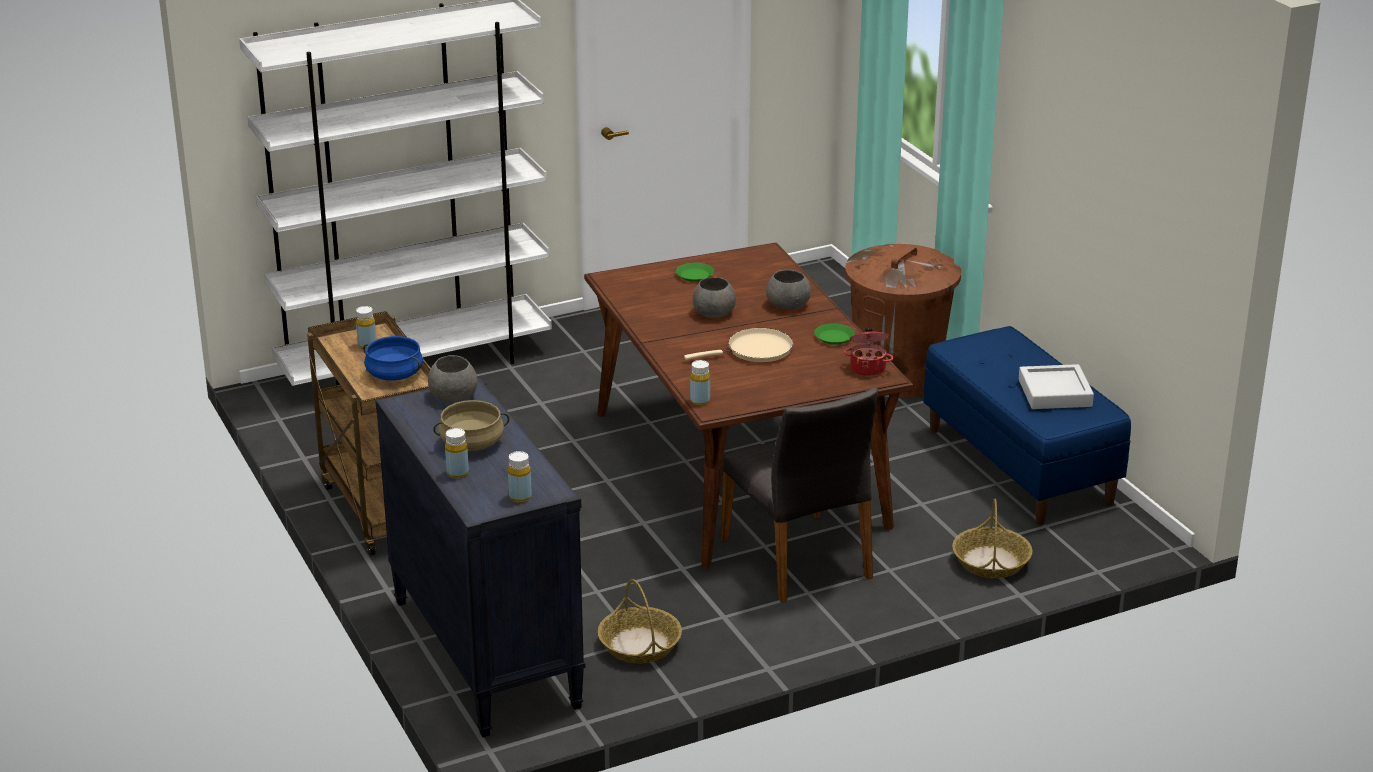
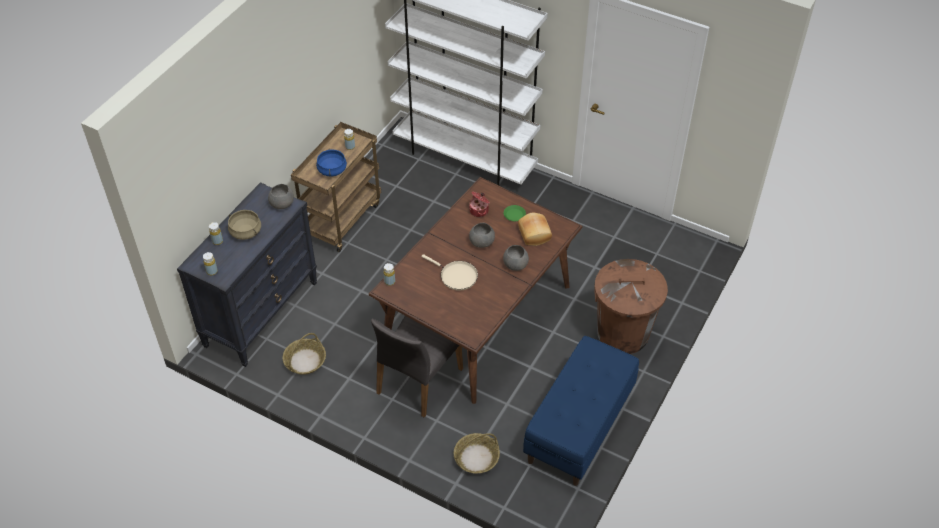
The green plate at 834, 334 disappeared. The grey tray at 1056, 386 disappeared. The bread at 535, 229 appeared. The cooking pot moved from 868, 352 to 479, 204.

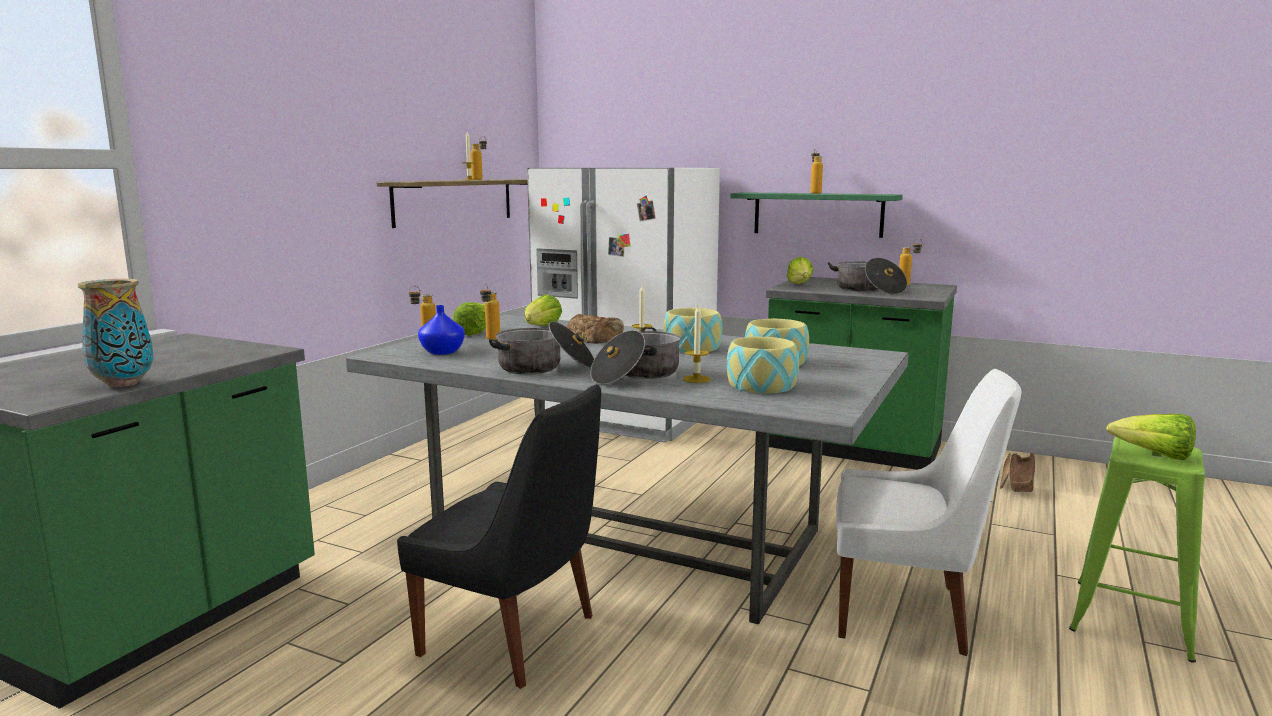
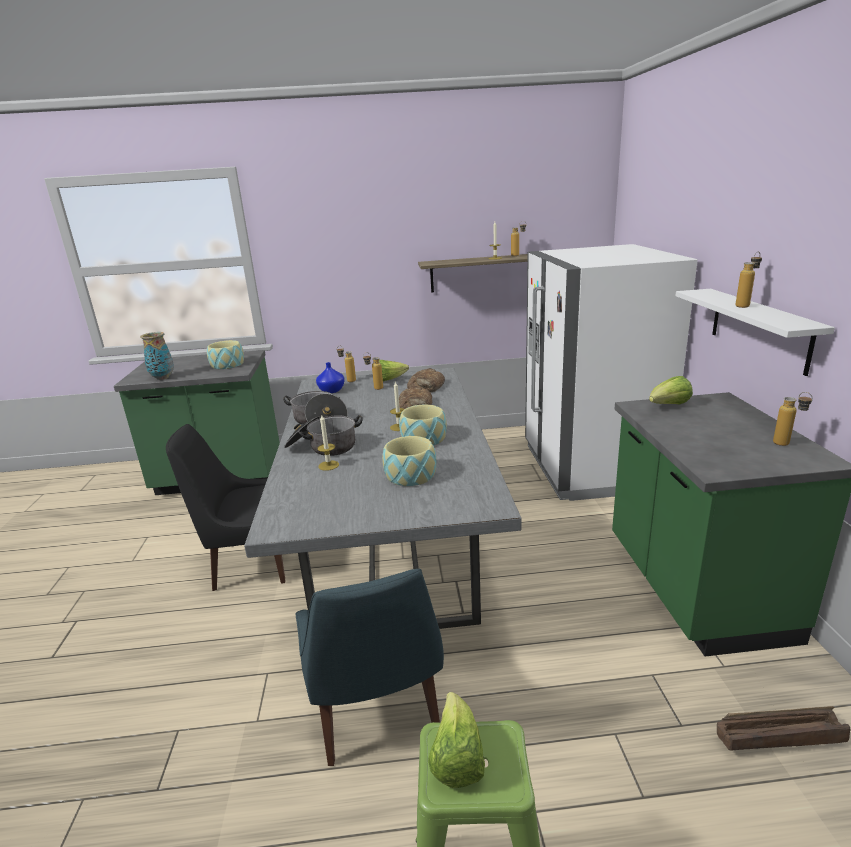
The cooking pot at 867, 276 disappeared. The bowl moved from 763, 365 to 225, 354. The lettuce at 543, 310 was replaced by the bread at 426, 380. The green shelf at 816, 215 became the white shelf at 755, 332. The white chair at 929, 512 became the blue chair at 370, 667. The black chair at 499, 536 turned 90 degrees clockwise.

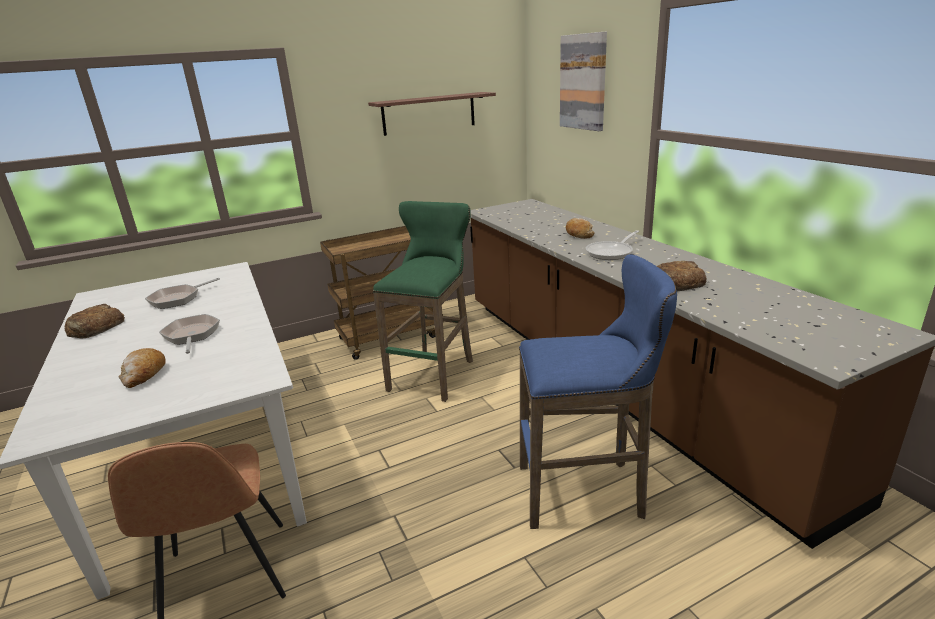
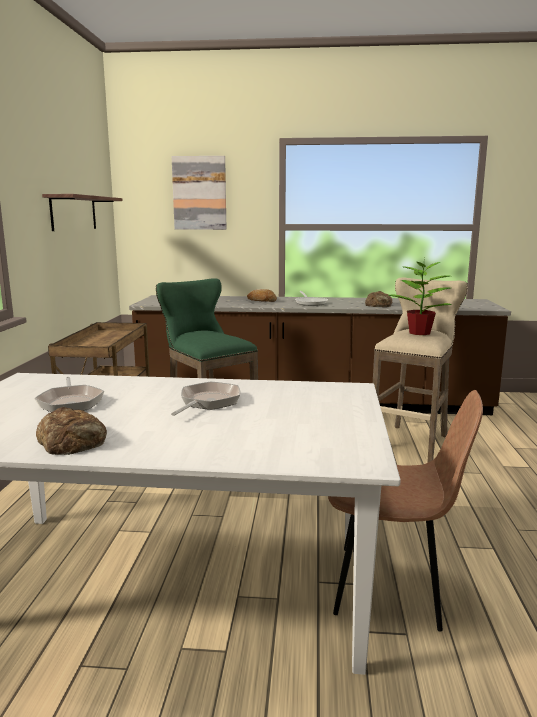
The bread at 142, 368 disappeared. The potted plant at 420, 296 appeared. The blue stool at 598, 391 became the beige stool at 420, 370. The frying pan at 189, 334 turned 105 degrees clockwise.

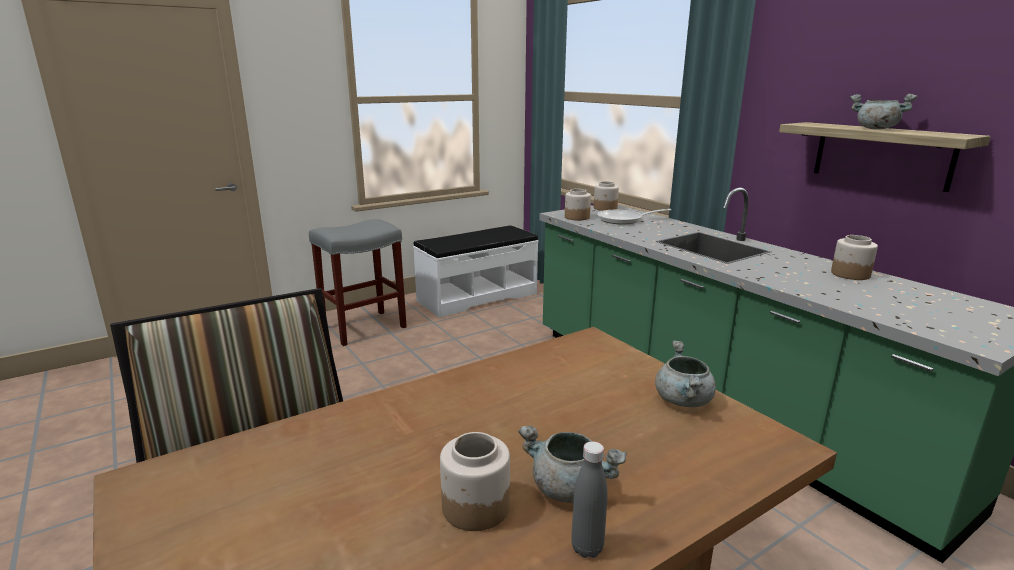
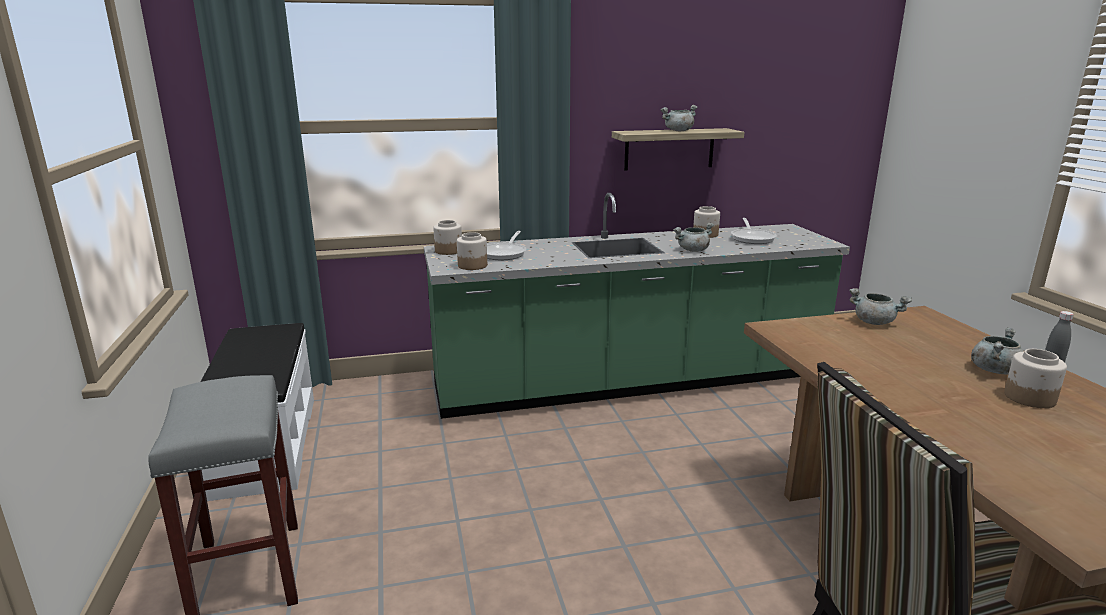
The grey cooking pot at 693, 237 appeared. The frying pan at 754, 231 appeared.

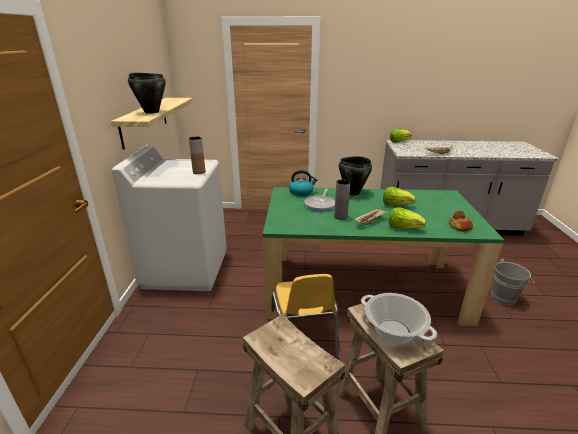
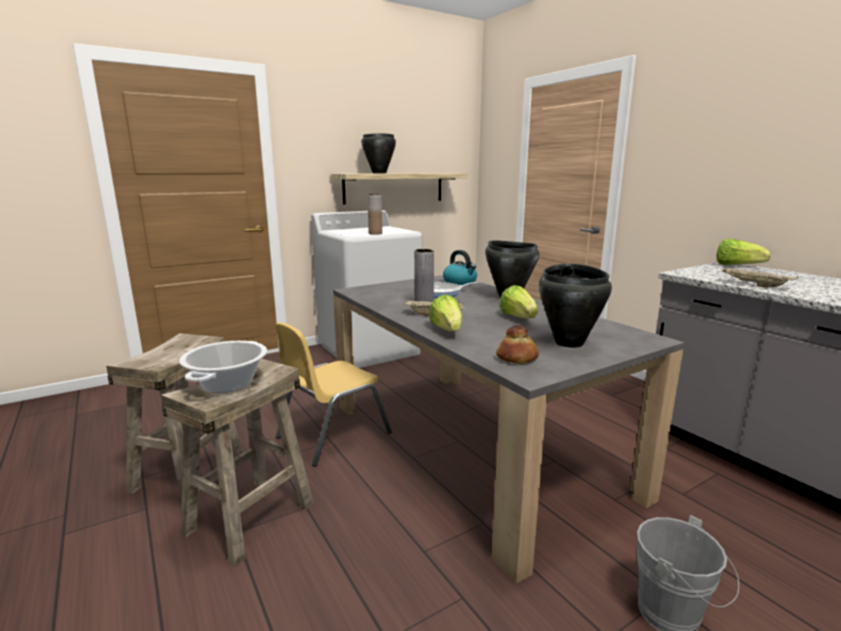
The black cooking pot at 575, 305 appeared. The green dining table at 383, 256 became the grey dining table at 508, 429.

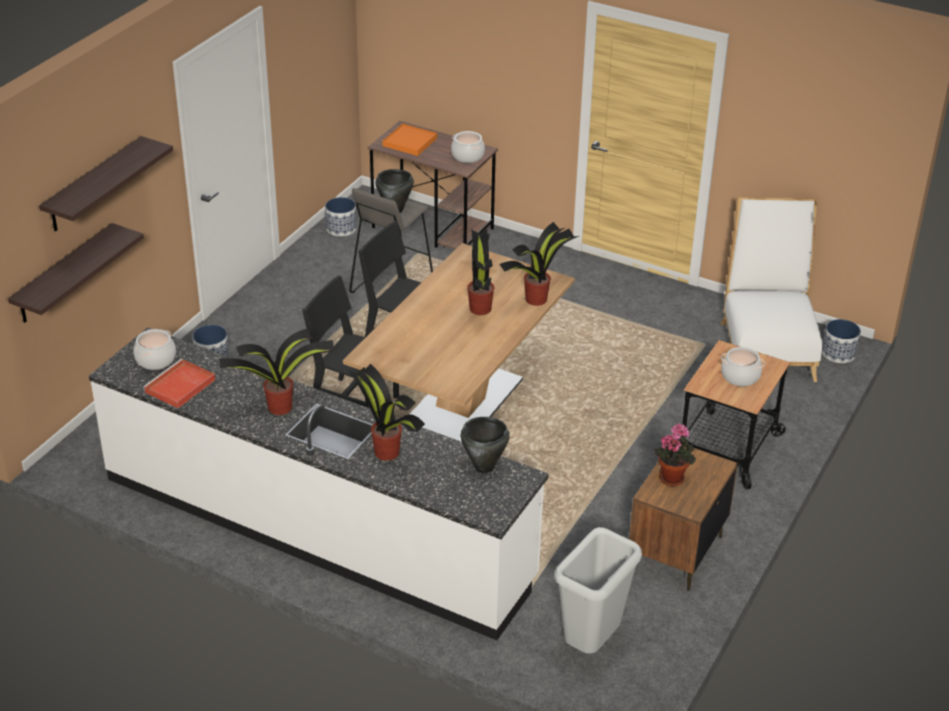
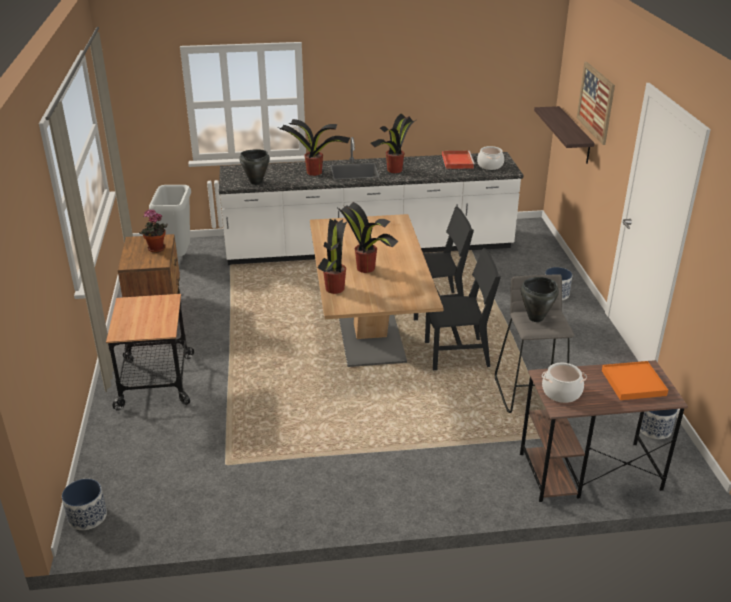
The white chair at 771, 289 disappeared. The cooking pot at 743, 366 disappeared. The shelf at 106, 184 was replaced by the picture at 596, 103.

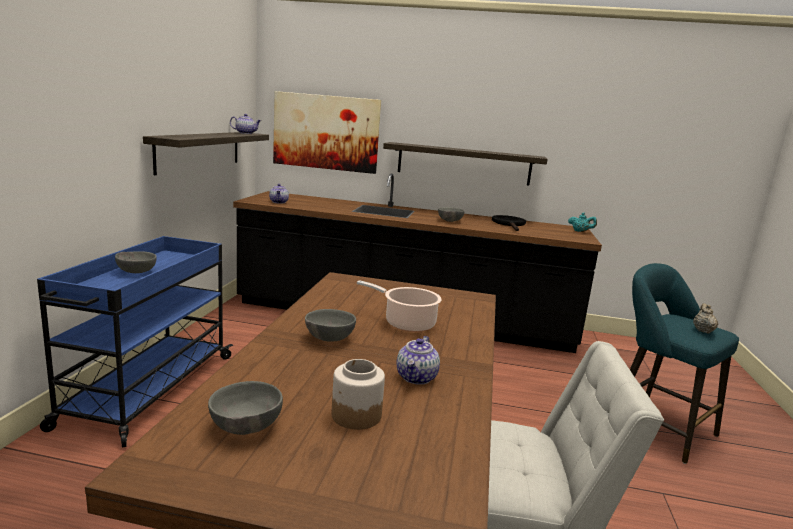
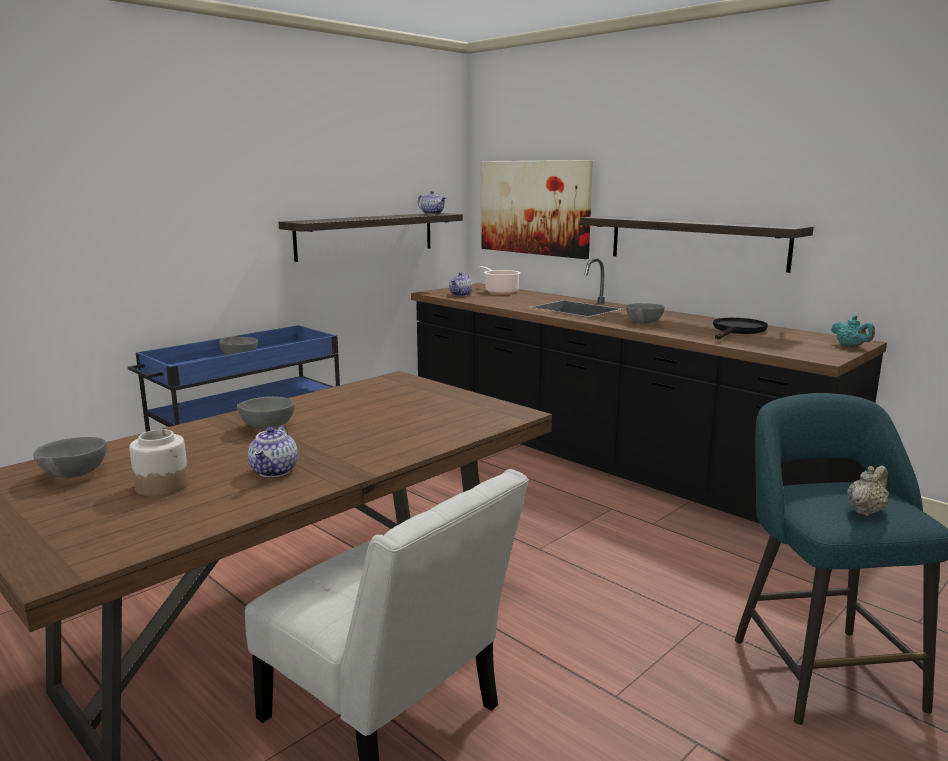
The cooking pot moved from 399, 306 to 500, 280. The teapot at 418, 360 turned 45 degrees counterclockwise.

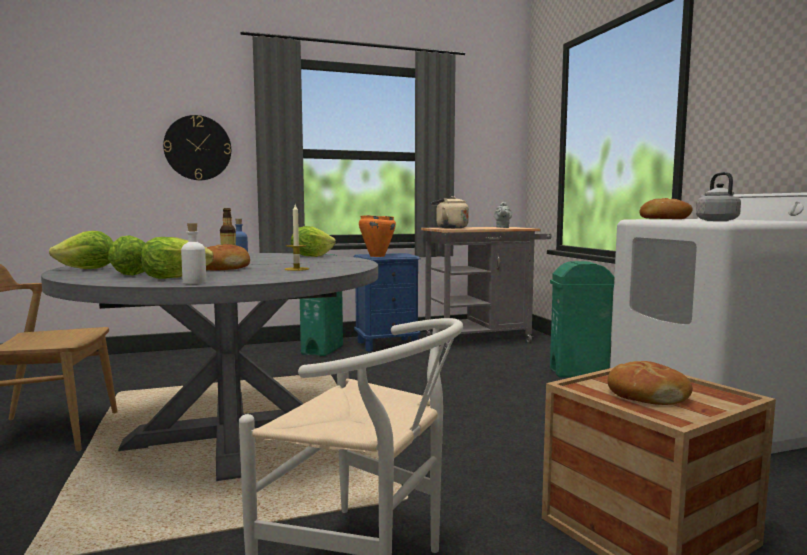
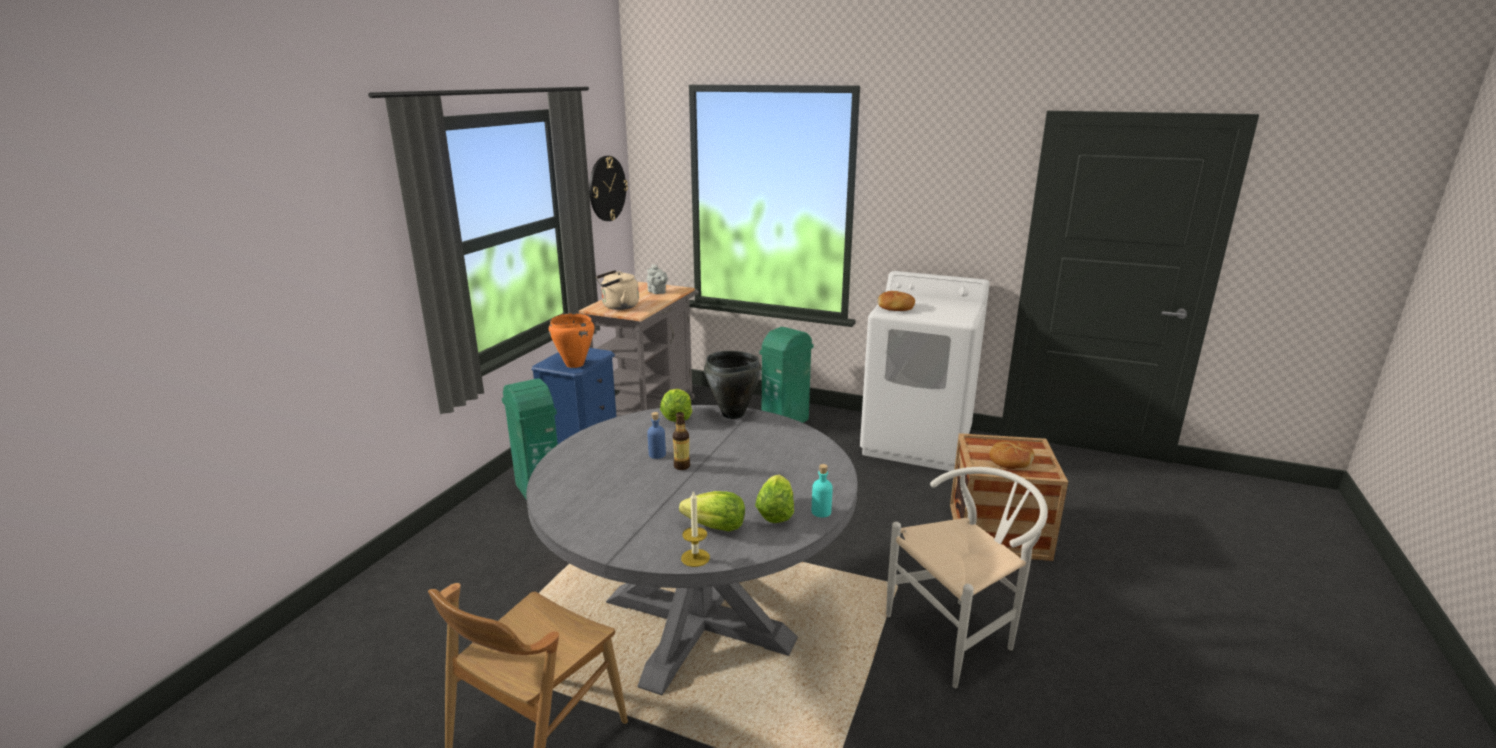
The lettuce at 81, 250 disappeared. The bread at 228, 257 disappeared. The grey kettle at 718, 196 disappeared. The black cooking pot at 733, 385 appeared. The wall clock moved from 197, 147 to 608, 188. The candle moved from 296, 238 to 695, 529. The white bottle at 193, 253 became the turquoise bottle at 822, 491.

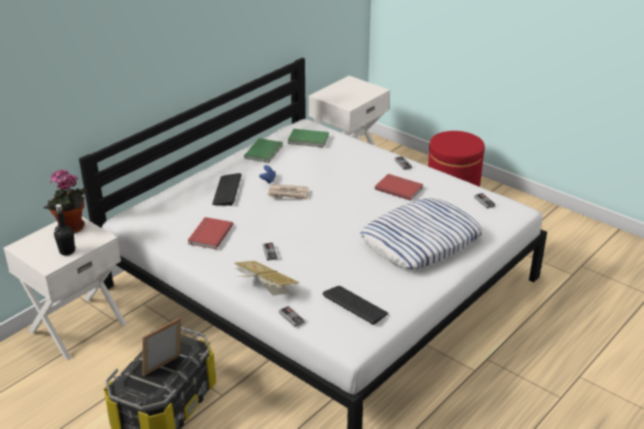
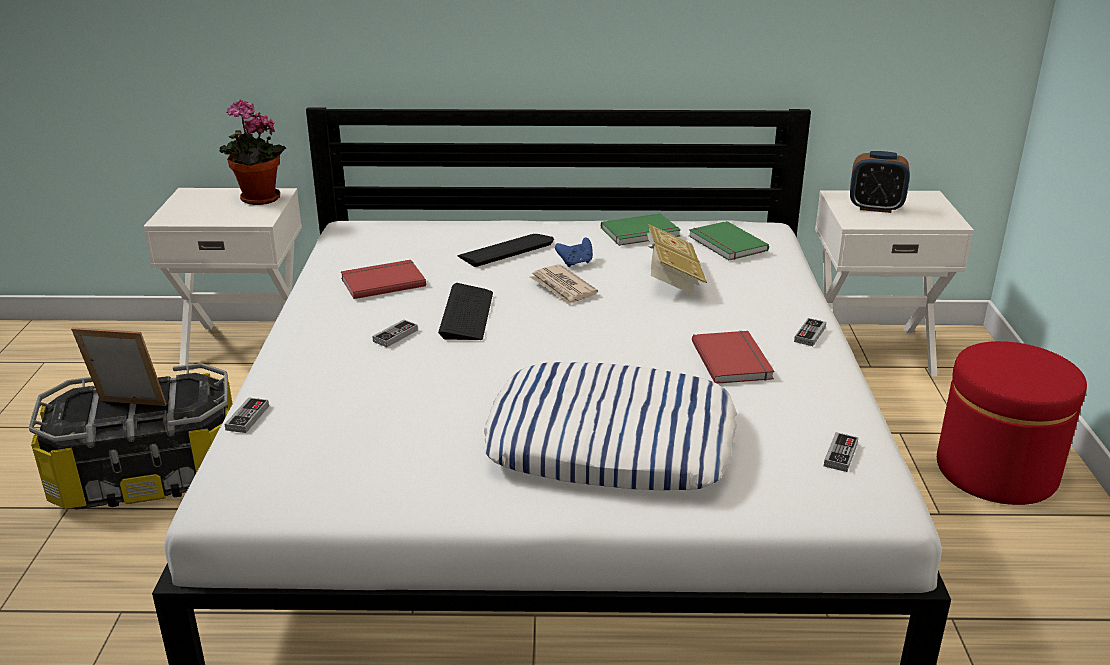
The black bottle at 65, 229 disappeared. The alarm clock at 880, 182 appeared. The book moved from 267, 278 to 677, 259. The keyboard moved from 355, 305 to 465, 311.

